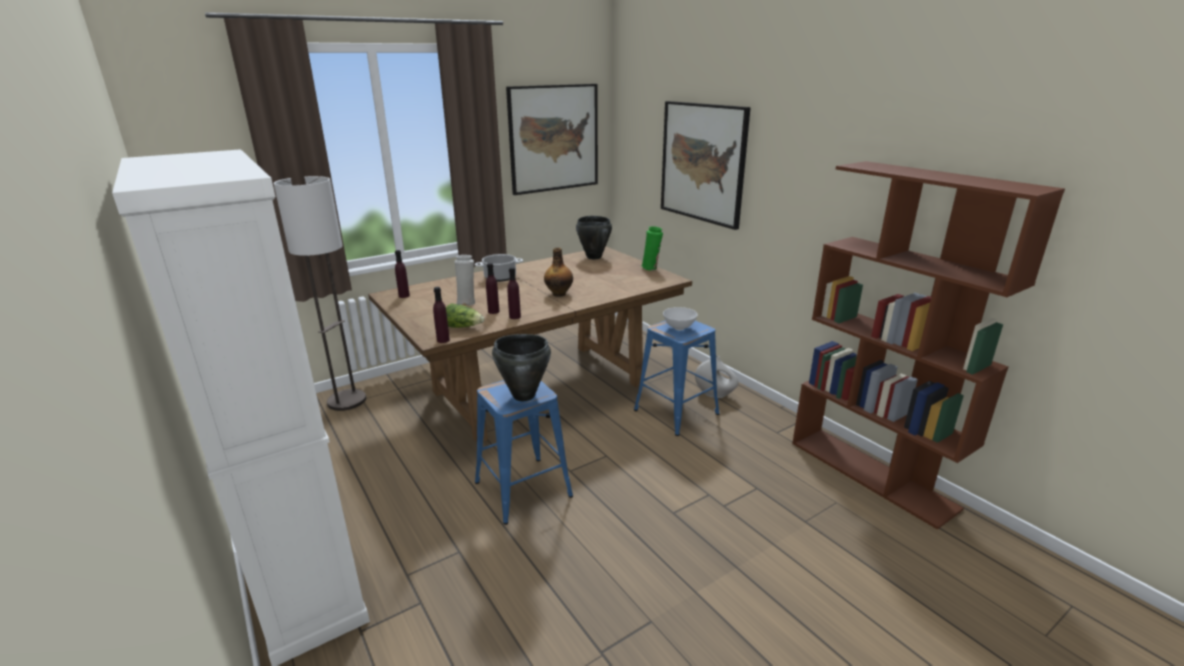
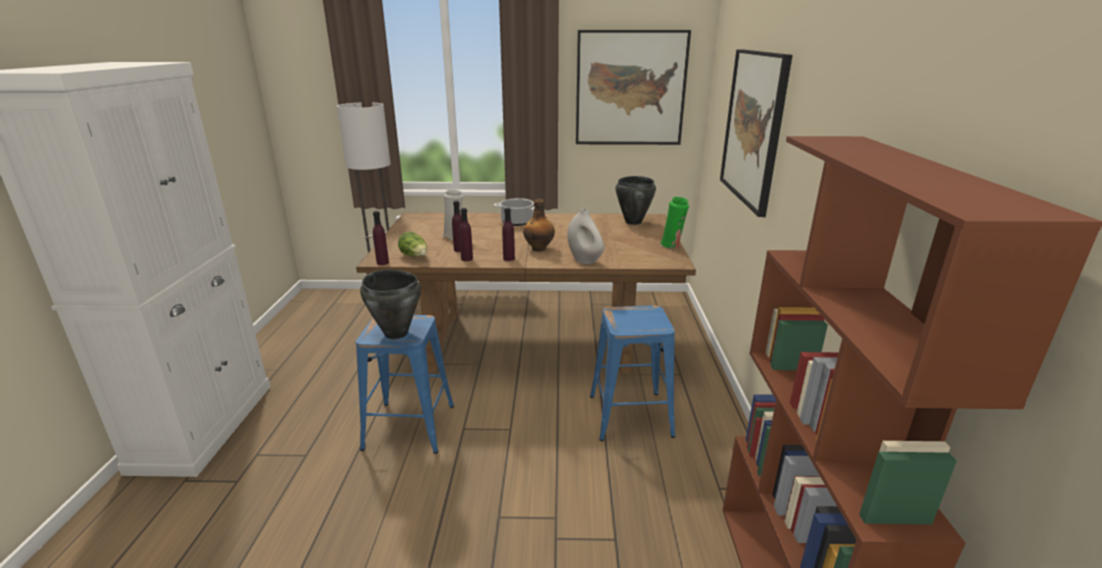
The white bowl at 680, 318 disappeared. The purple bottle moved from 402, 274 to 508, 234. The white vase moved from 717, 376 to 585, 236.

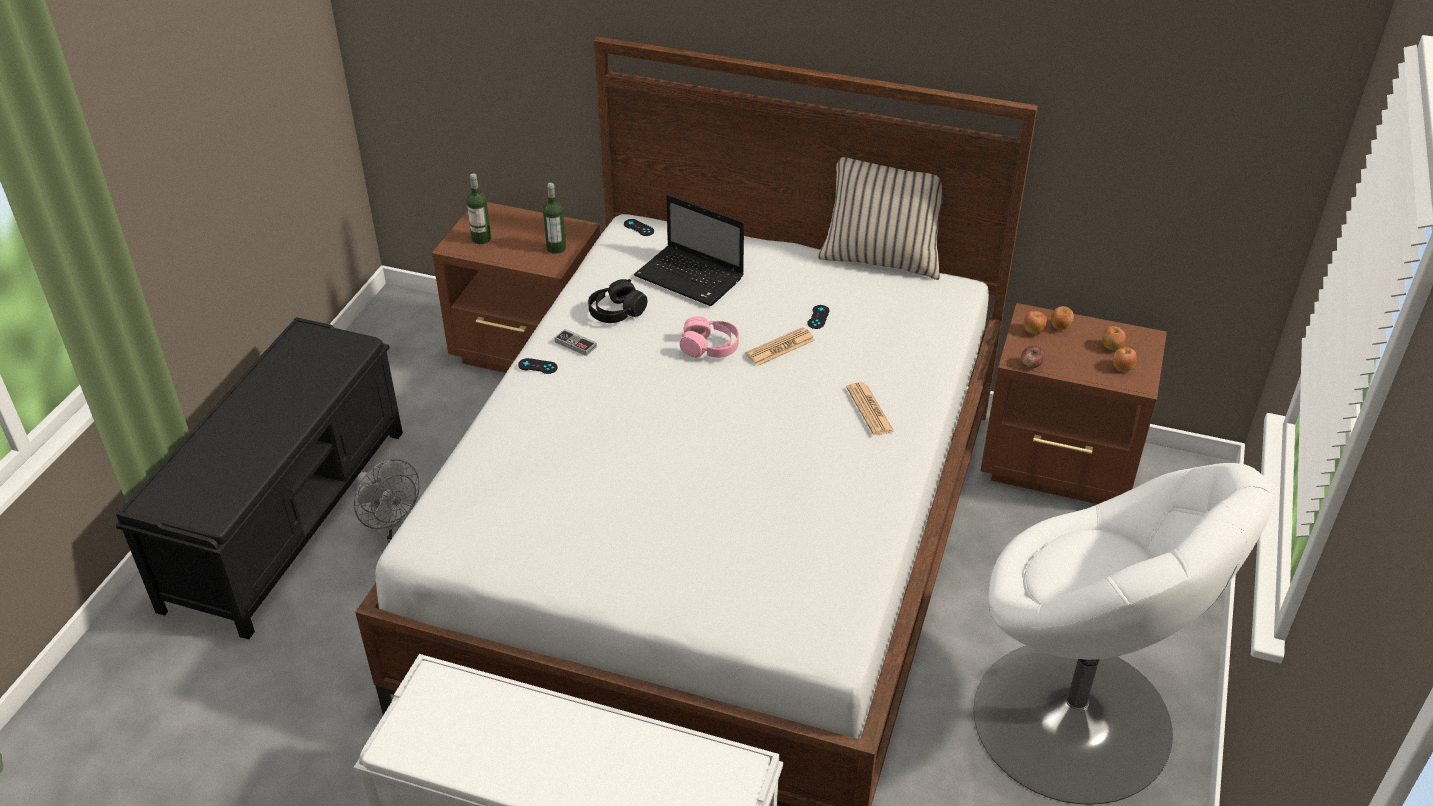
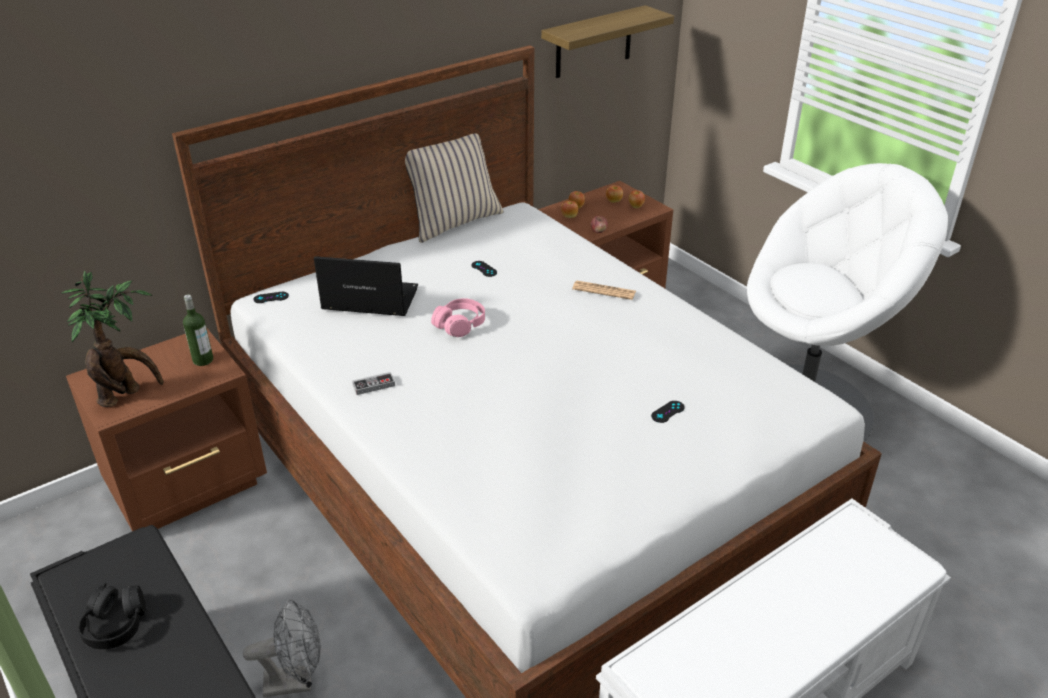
The newspaper at 780, 346 disappeared. The shelf at 607, 41 appeared. The black game controller moved from 538, 366 to 668, 412. The black headphones moved from 617, 301 to 112, 616. The bottle at 478, 209 was replaced by the potted plant at 112, 339. The laptop at 689, 250 turned 150 degrees counterclockwise.

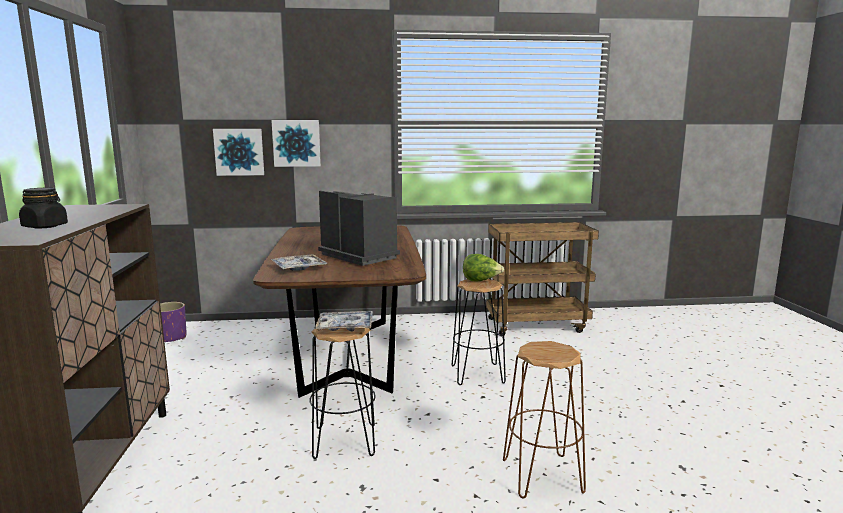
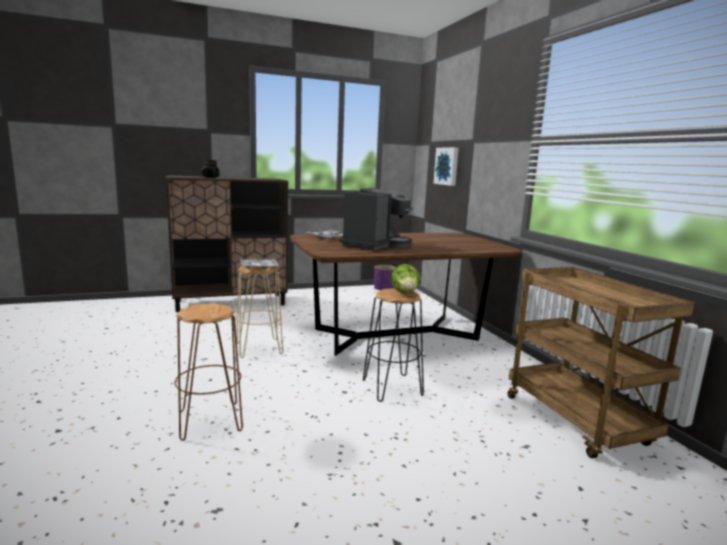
The picture at 296, 143 disappeared. The black stool at 342, 393 became the beige stool at 259, 312.

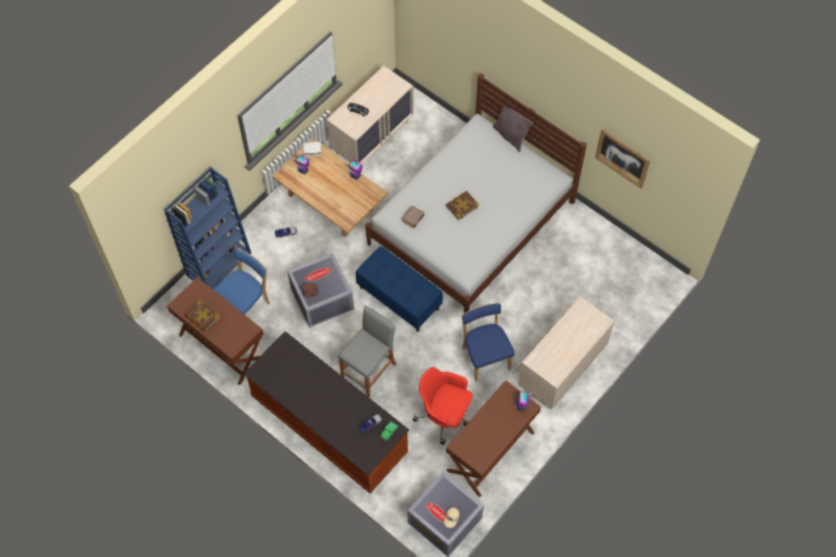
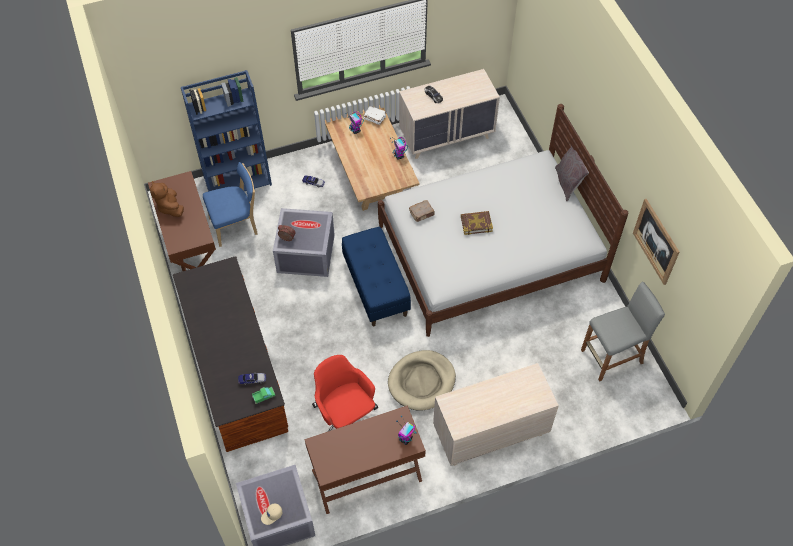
The grey stool moved from 367, 351 to 623, 331. The book at 202, 316 was replaced by the brown plush toy at 167, 199. The blue chair at 488, 341 was replaced by the beige dog bed at 422, 380.

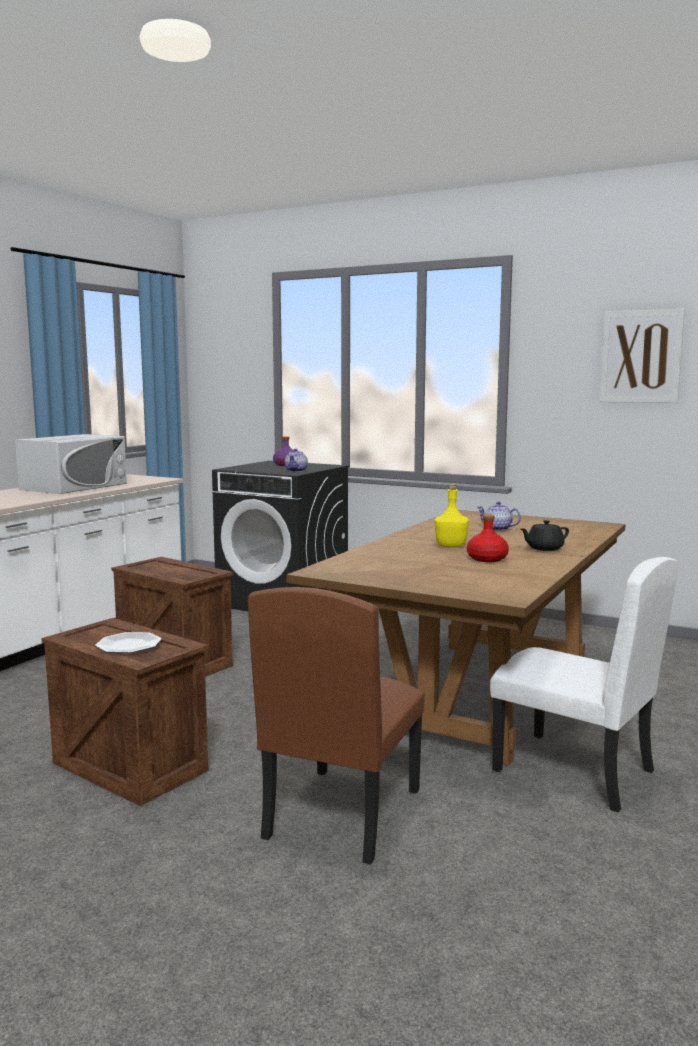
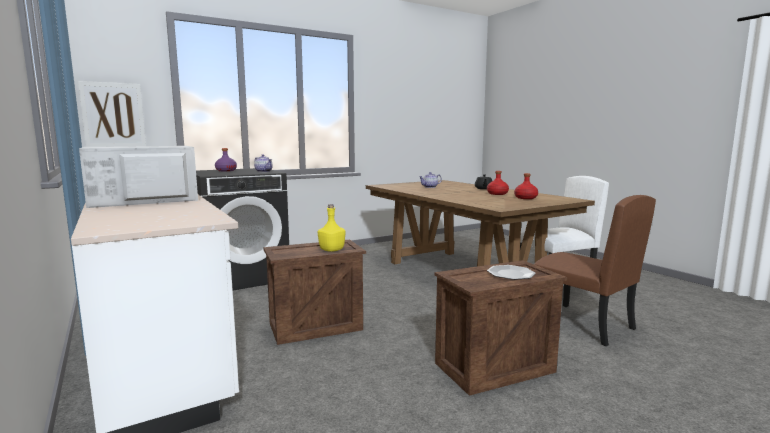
The red bottle at 526, 186 appeared. The yellow bottle moved from 452, 515 to 332, 228. The picture moved from 642, 356 to 112, 114. The white microwave at 71, 464 turned 90 degrees counterclockwise.

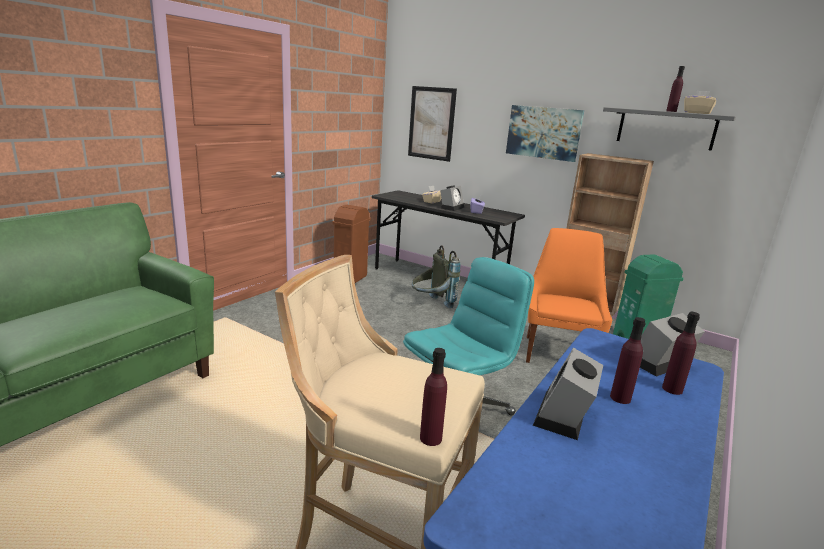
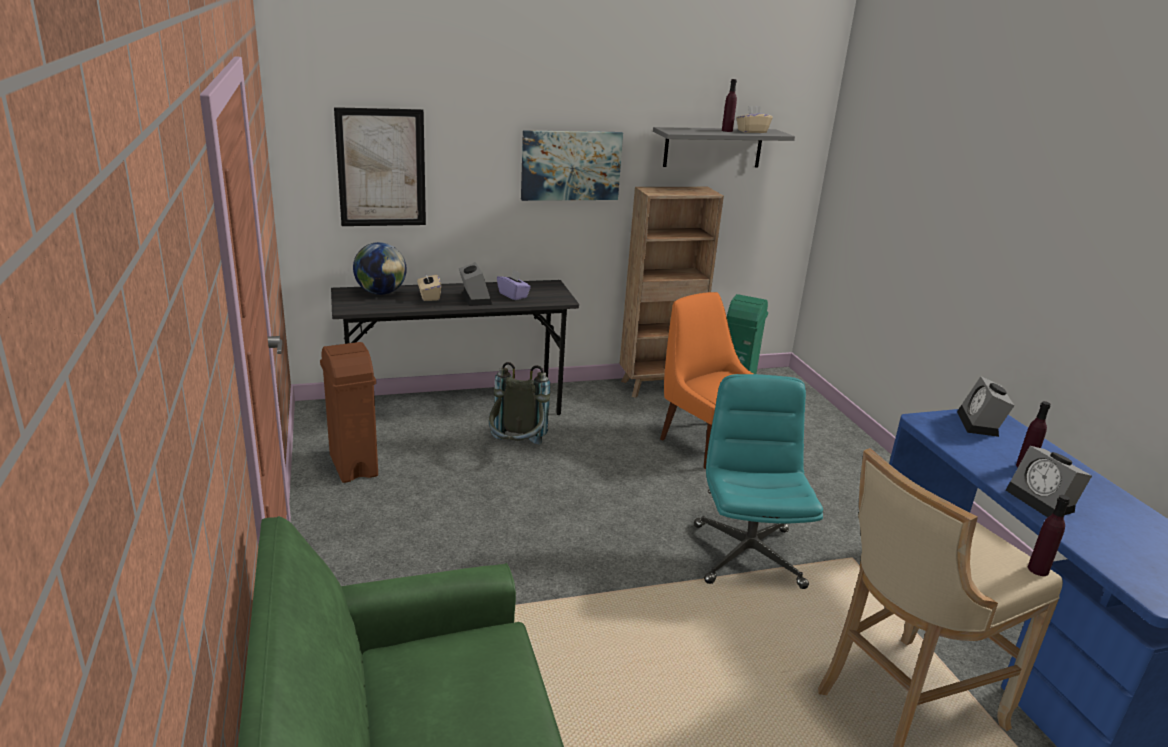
The purple bottle at 681, 353 disappeared. The globe at 380, 268 appeared.

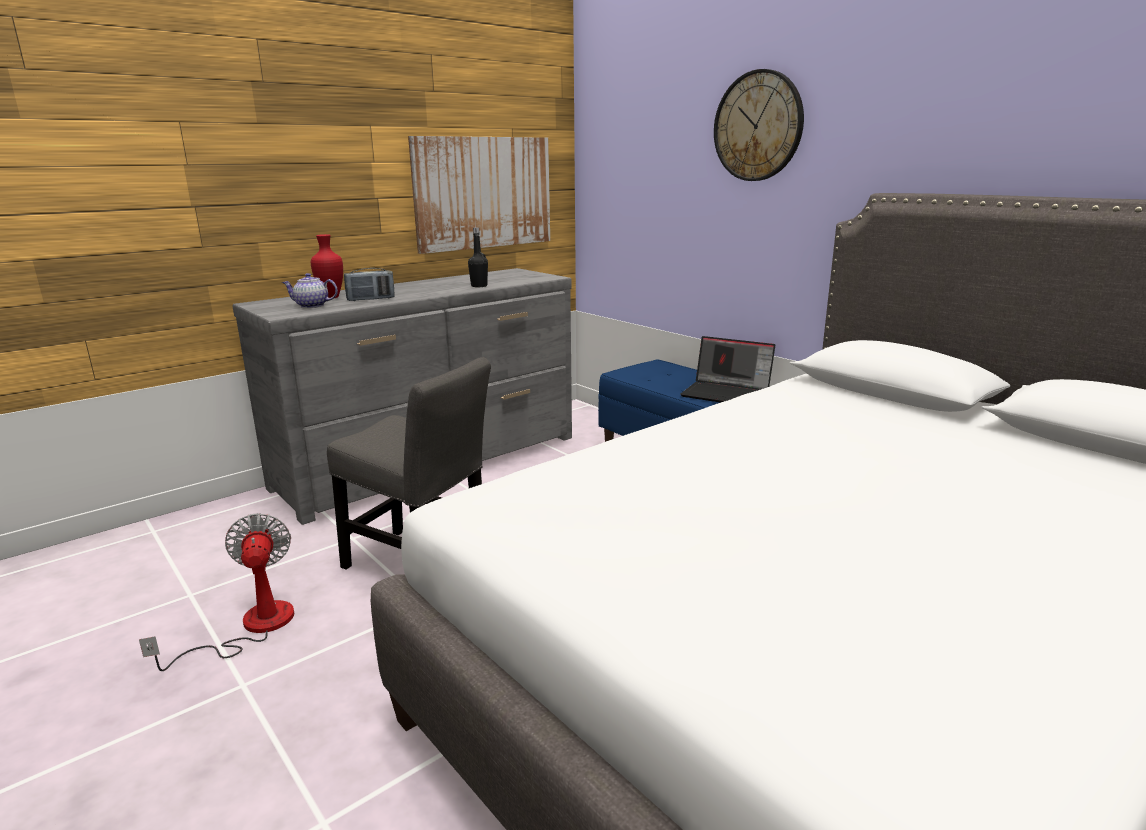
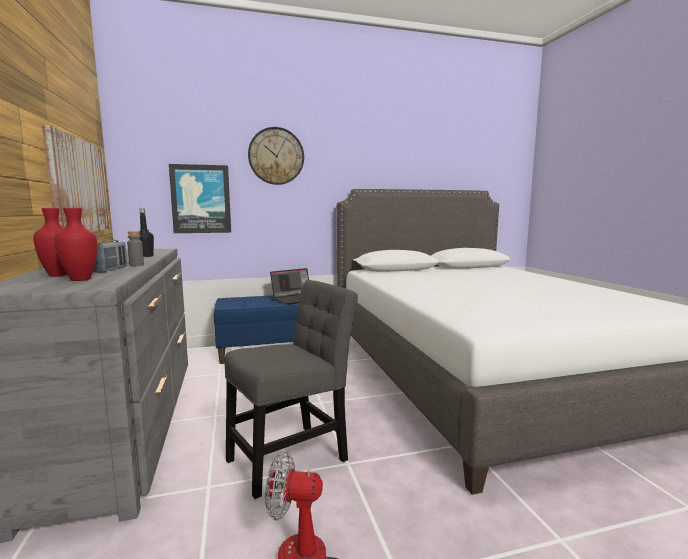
The grey bottle at 135, 248 appeared. The picture at 200, 198 appeared. The teapot at 310, 290 was replaced by the red vase at 76, 244.

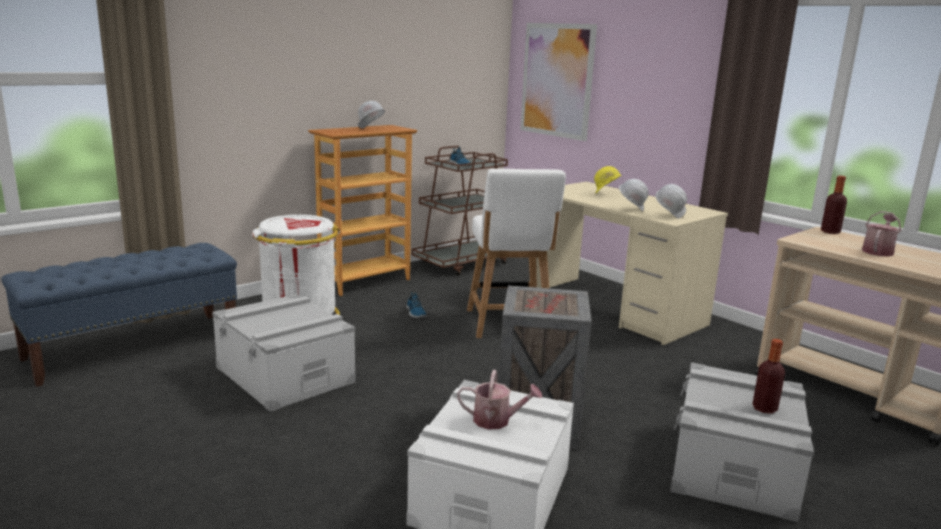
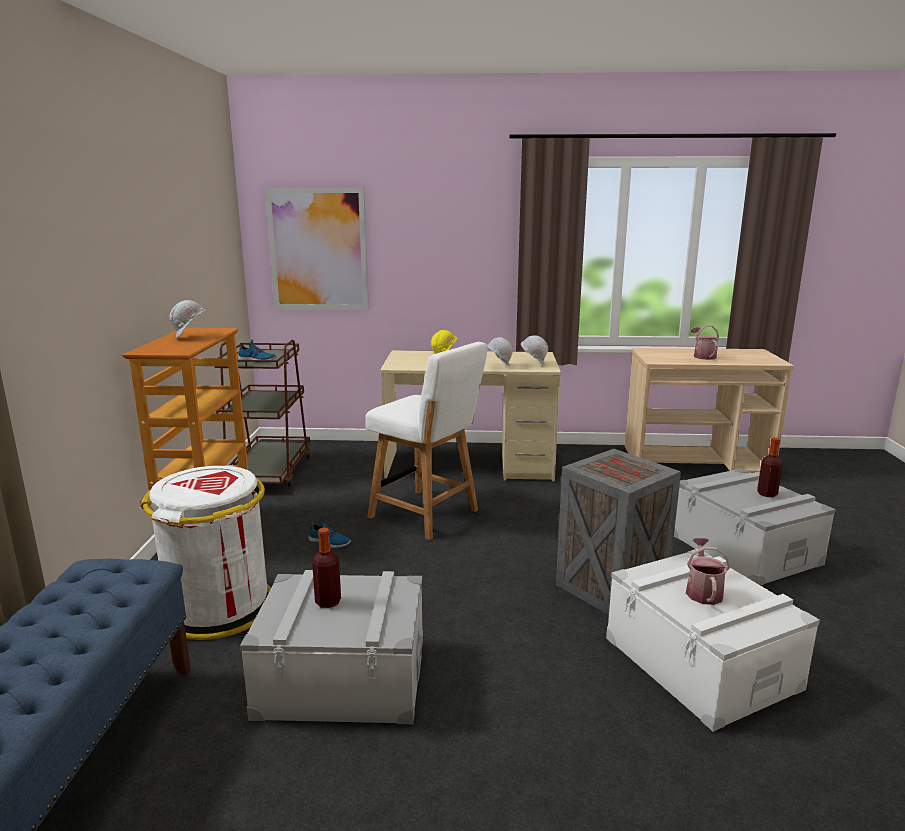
The bottle moved from 834, 205 to 326, 568. The watering can at 499, 400 turned 45 degrees counterclockwise.

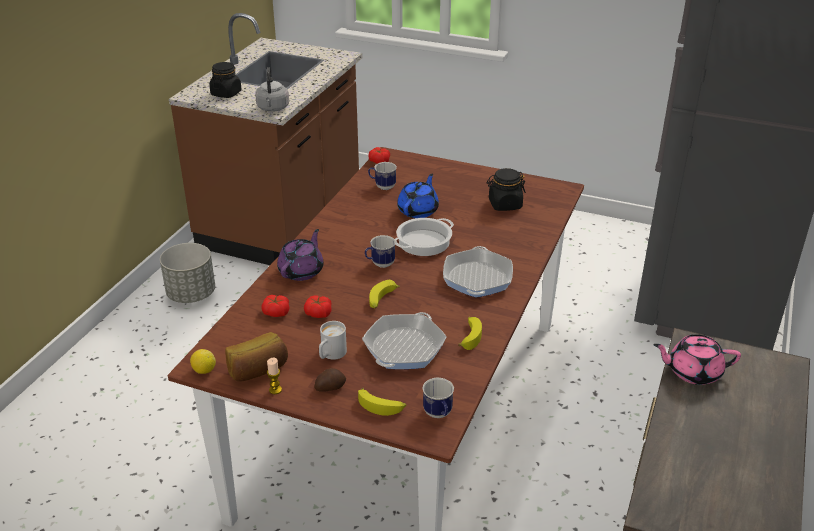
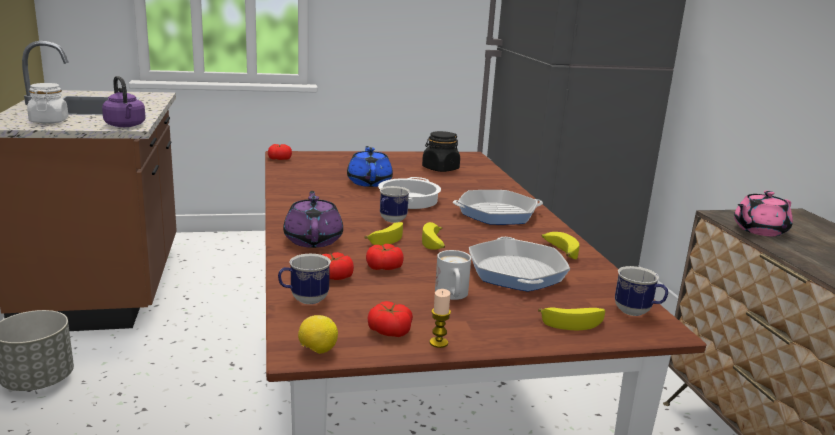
The potato at 330, 380 disappeared. The banana at 384, 234 appeared. The mug moved from 382, 176 to 304, 279. The bread at 256, 357 was replaced by the tomato at 390, 319. The black jar at 225, 80 became the white jar at 47, 103. The grey kettle at 272, 89 became the purple kettle at 124, 101. The frying pan at 478, 271 turned 105 degrees clockwise.

